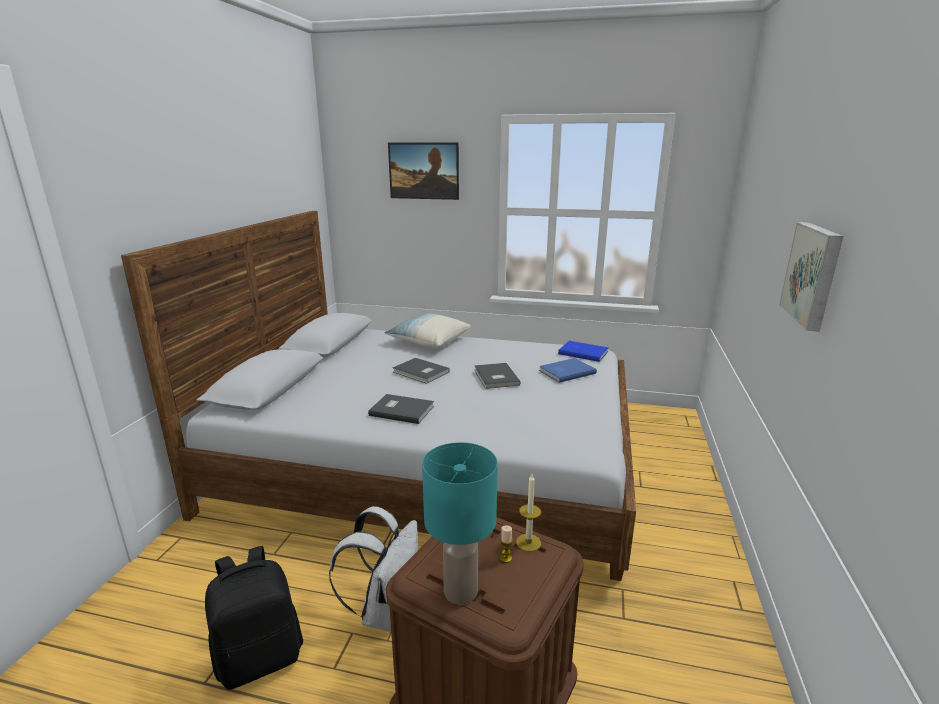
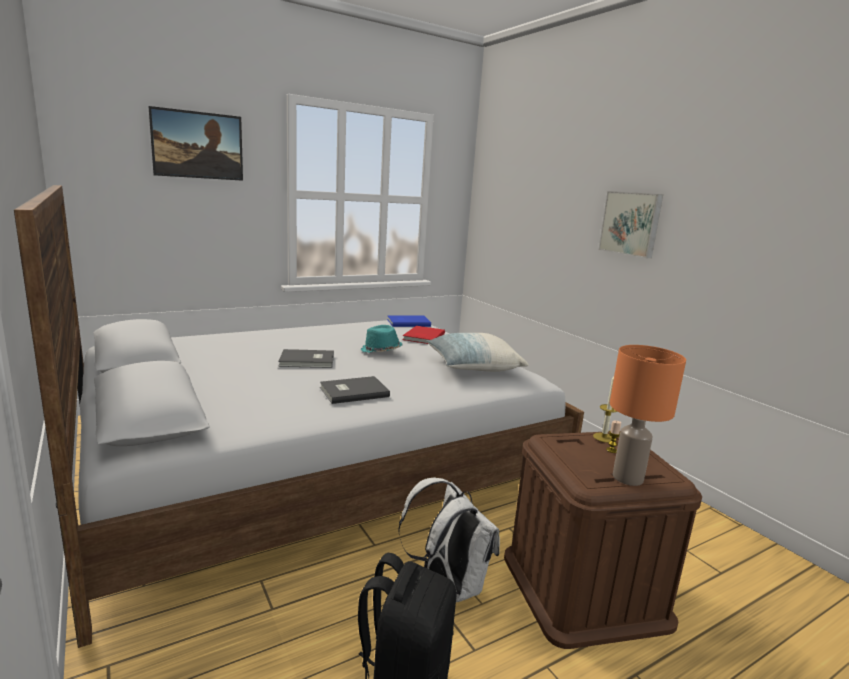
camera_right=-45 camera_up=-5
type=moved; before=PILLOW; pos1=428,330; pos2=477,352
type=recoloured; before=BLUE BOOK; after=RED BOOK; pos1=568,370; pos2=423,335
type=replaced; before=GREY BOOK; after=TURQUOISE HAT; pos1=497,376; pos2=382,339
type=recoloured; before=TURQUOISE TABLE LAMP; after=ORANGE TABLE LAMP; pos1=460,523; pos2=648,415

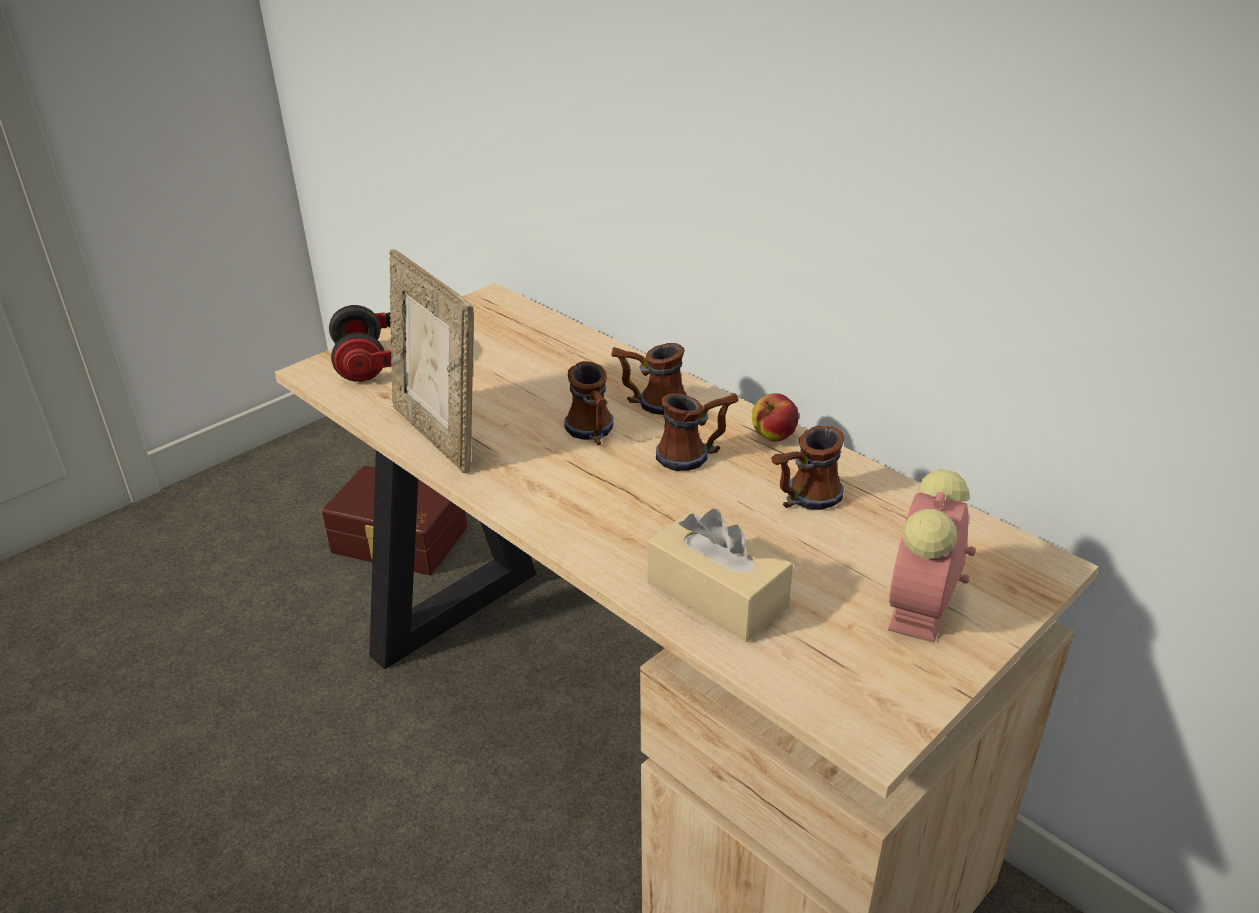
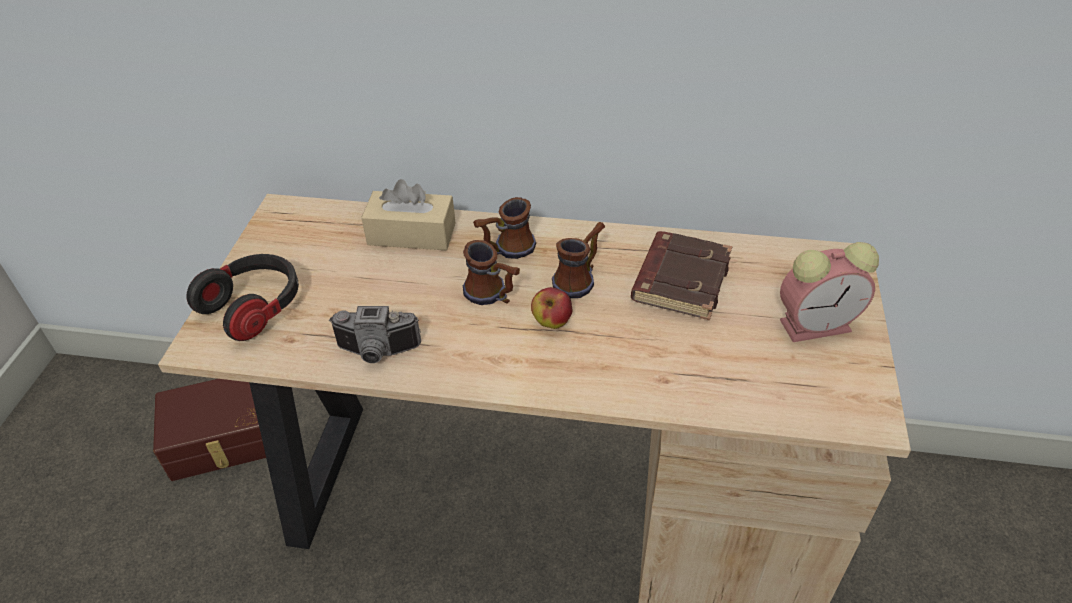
camera_right=-35 camera_up=10
type=replaced; before=PICTURE FRAME; after=PHOTO CAMERA; pos1=431,361; pos2=375,334
type=moved; before=APPLE; pos1=775,417; pos2=552,308
type=replaced; before=MUG; after=BROWN BOOK; pos1=808,467; pos2=682,275
type=turned; before=ALARM CLOCK; pos1=932,556; pos2=829,292; turn=-90
type=moved; before=BEIGE TISSUE BOX; pos1=720,575; pos2=408,214

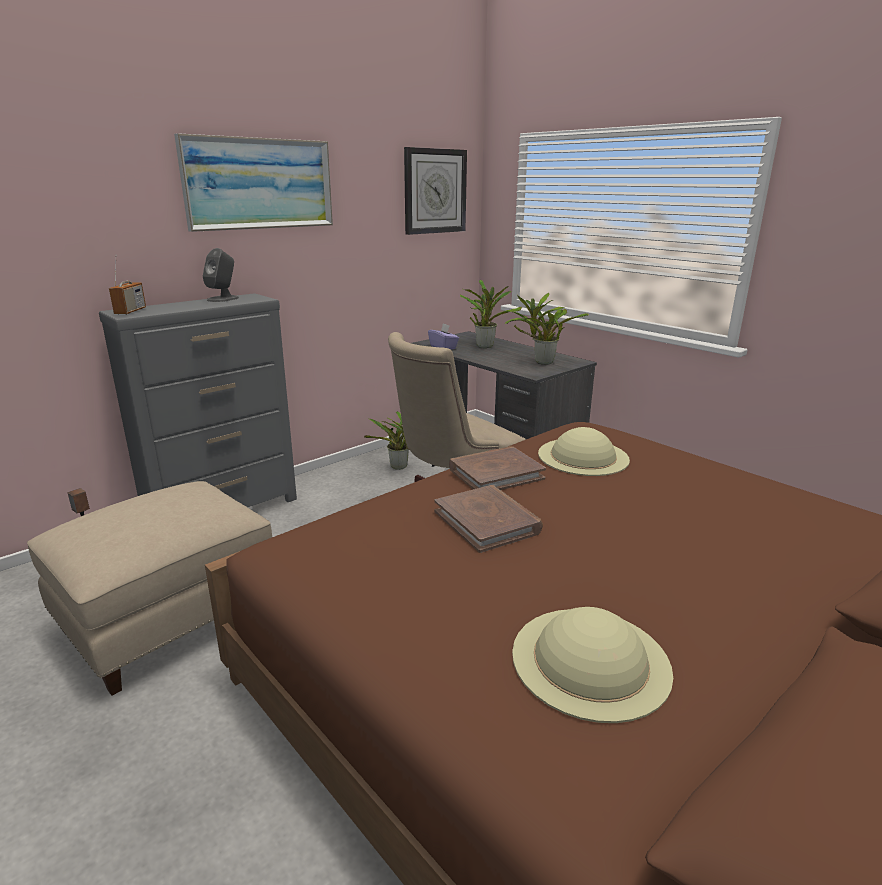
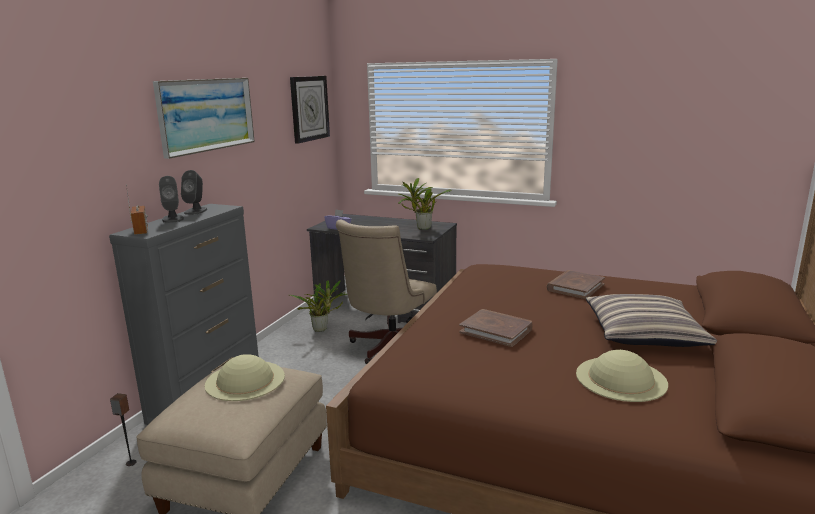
camera_right=-25 camera_up=-5
type=removed; before=POTTED PLANT; pos1=491,314
type=moved; before=BEIGE HAT; pos1=584,451; pos2=245,377
type=moved; before=BROWN BOOK; pos1=497,468; pos2=576,284
type=added; after=GREY SPEAKER; pos2=171,199
type=added; after=PILLOW; pos2=651,320

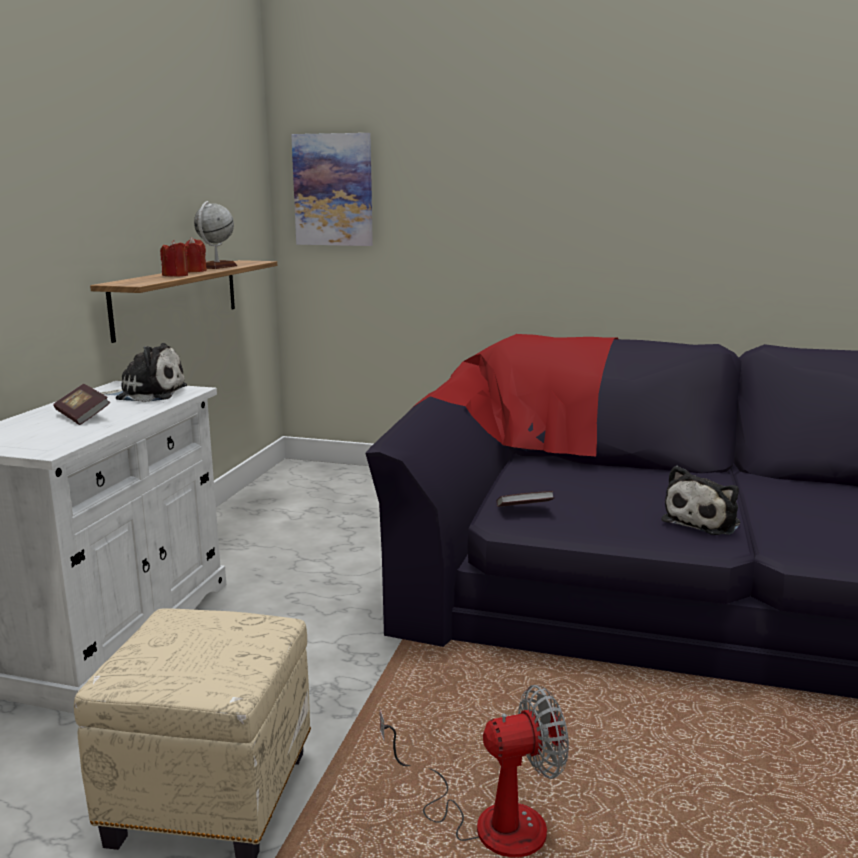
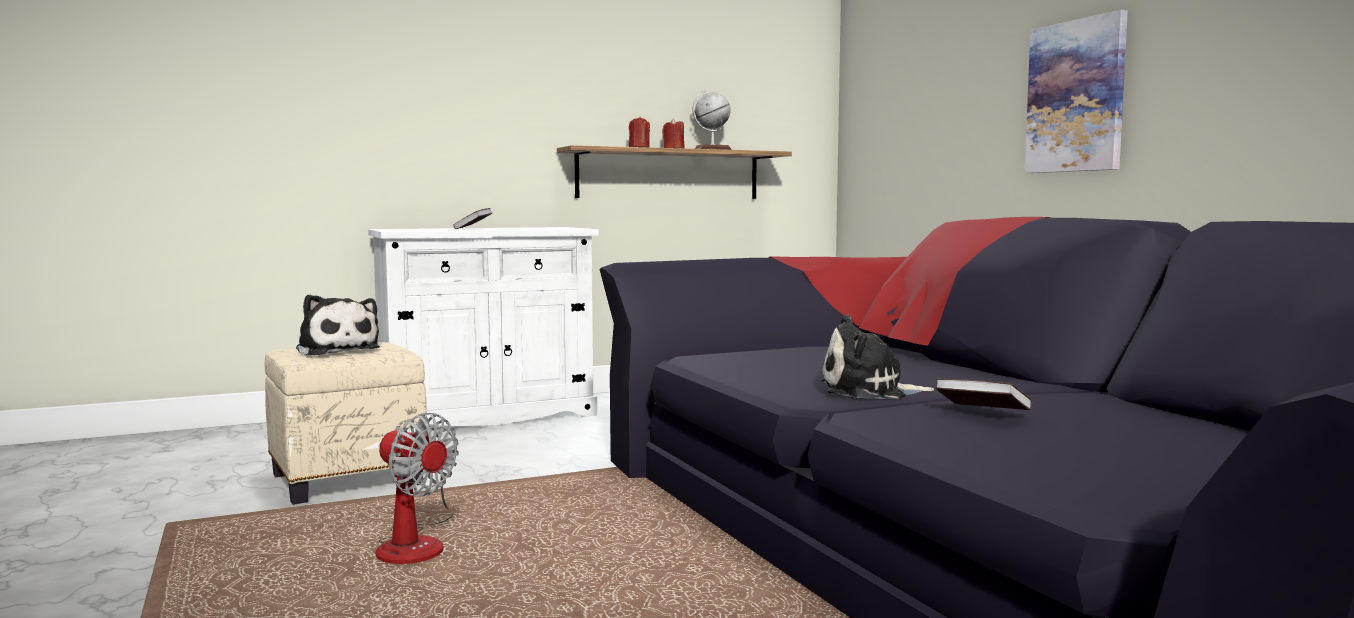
camera_right=50 camera_up=-10
type=moved; before=PICTURE; pos1=332,189; pos2=1076,91
type=moved; before=PLUSH TOY; pos1=143,372; pos2=338,324
type=moved; before=BOOK; pos1=525,499; pos2=984,394

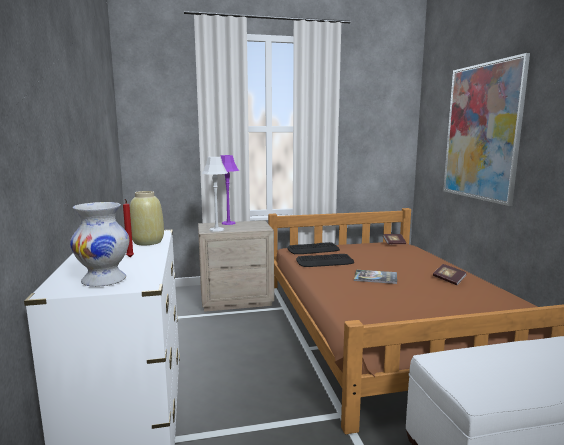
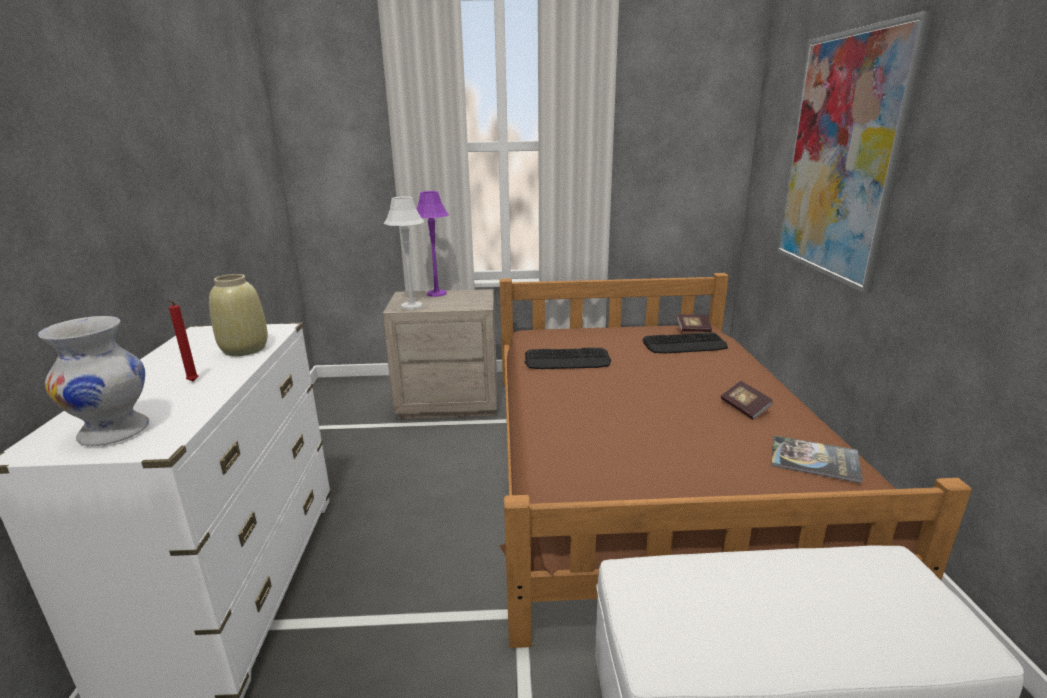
camera_right=10 camera_up=10
type=moved; before=KEYBOARD; pos1=313,248; pos2=685,343
type=moved; before=BOOK; pos1=375,277; pos2=817,459

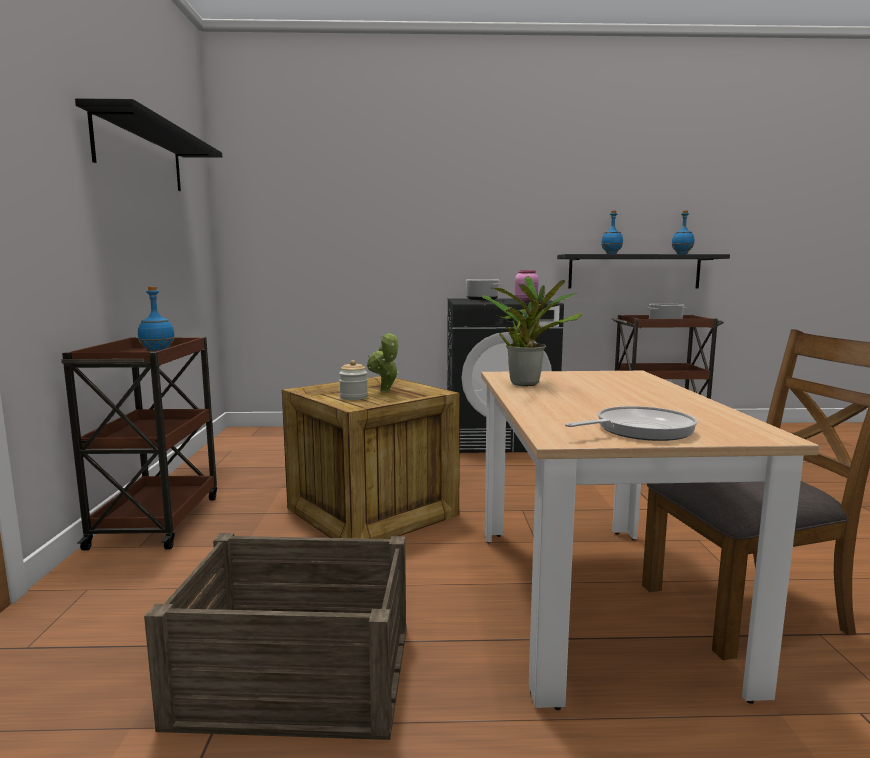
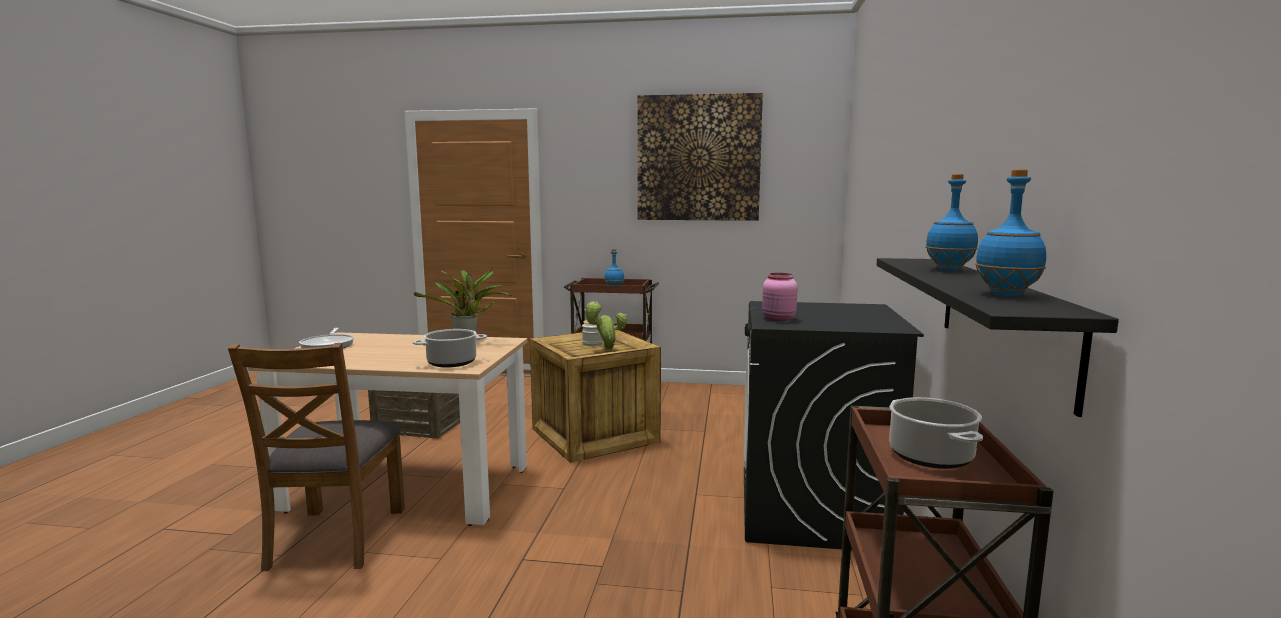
camera_right=100 camera_up=0
type=replaced; before=BLACK SHELF; after=PICTURE; pos1=148,144; pos2=700,157
type=moved; before=COOKING POT; pos1=483,289; pos2=450,348

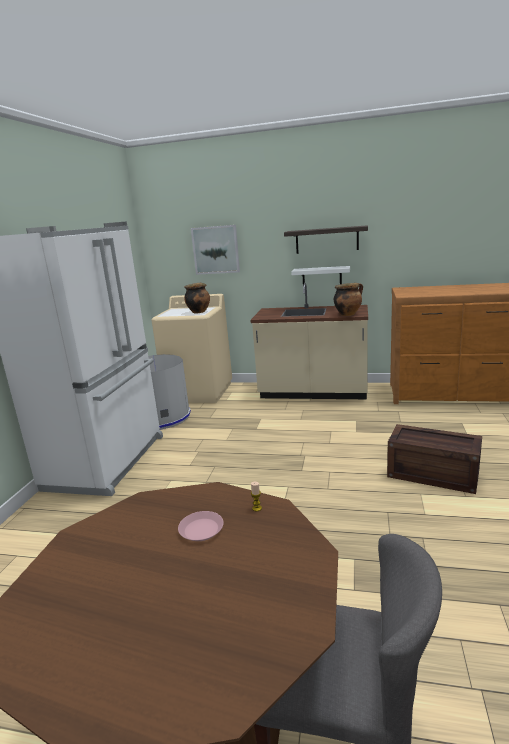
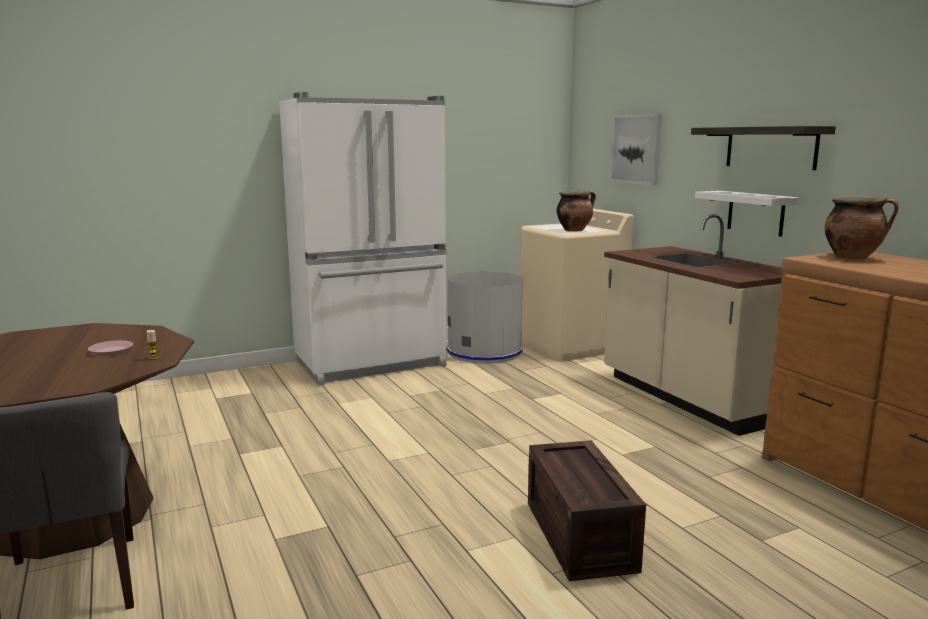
camera_right=50 camera_up=-5
type=moved; before=COOKING POT; pos1=348,299; pos2=861,228

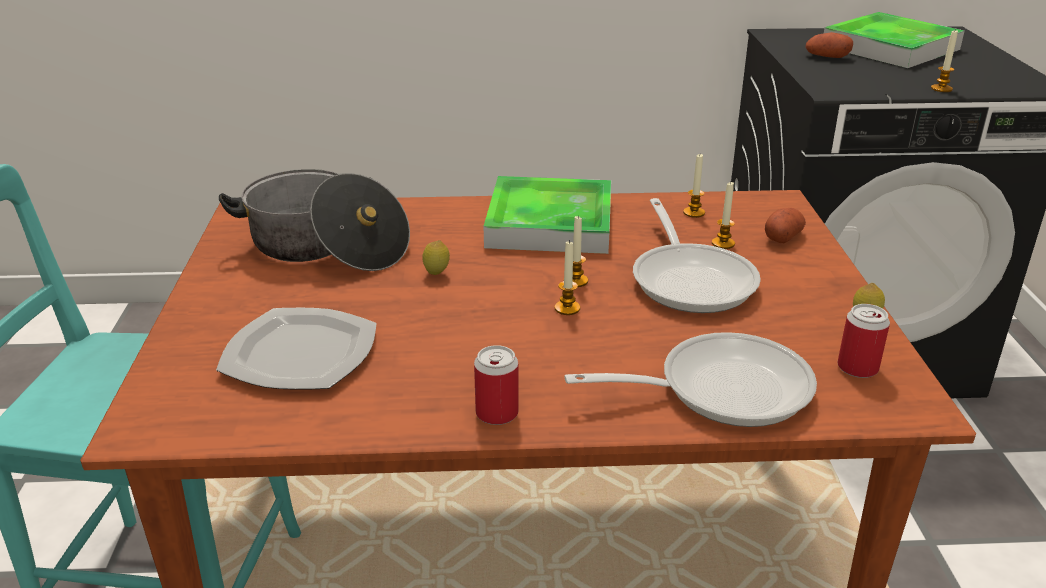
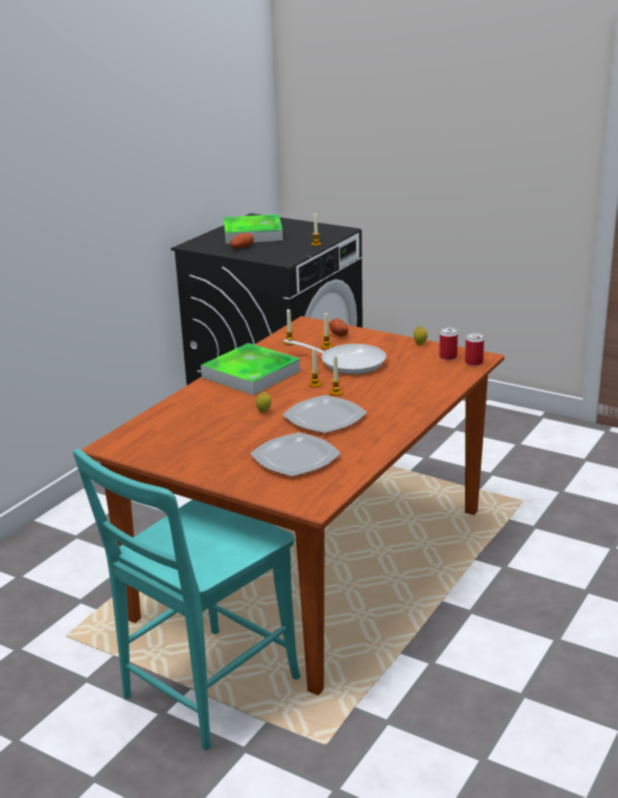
camera_right=-55 camera_up=-5
type=removed; before=COOKING POT; pos1=314,220
type=removed; before=FRYING PAN; pos1=690,379
type=moved; before=CAN; pos1=496,385; pos2=474,349
type=added; after=PLATE; pos2=324,414

